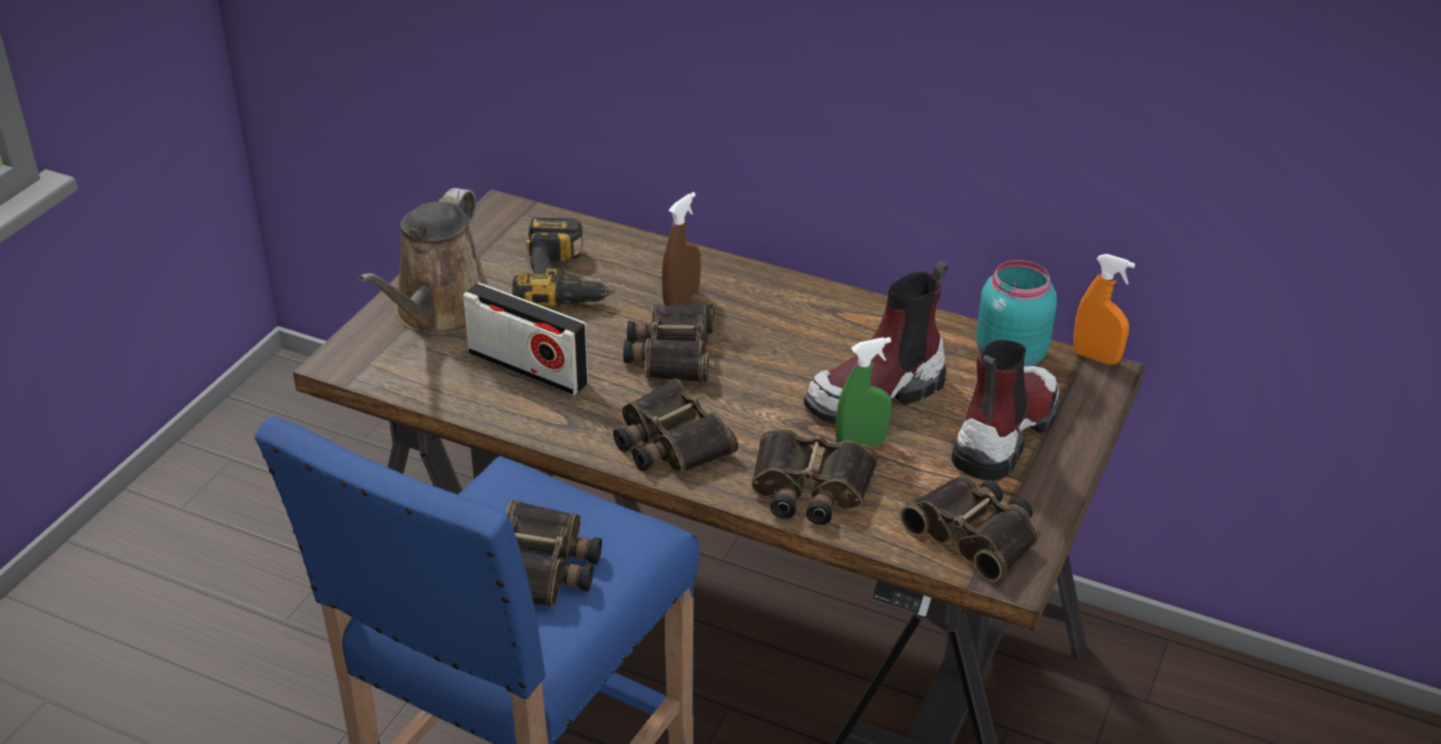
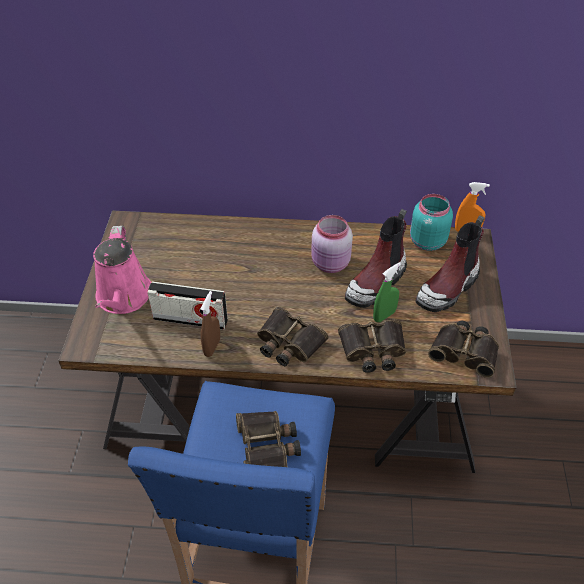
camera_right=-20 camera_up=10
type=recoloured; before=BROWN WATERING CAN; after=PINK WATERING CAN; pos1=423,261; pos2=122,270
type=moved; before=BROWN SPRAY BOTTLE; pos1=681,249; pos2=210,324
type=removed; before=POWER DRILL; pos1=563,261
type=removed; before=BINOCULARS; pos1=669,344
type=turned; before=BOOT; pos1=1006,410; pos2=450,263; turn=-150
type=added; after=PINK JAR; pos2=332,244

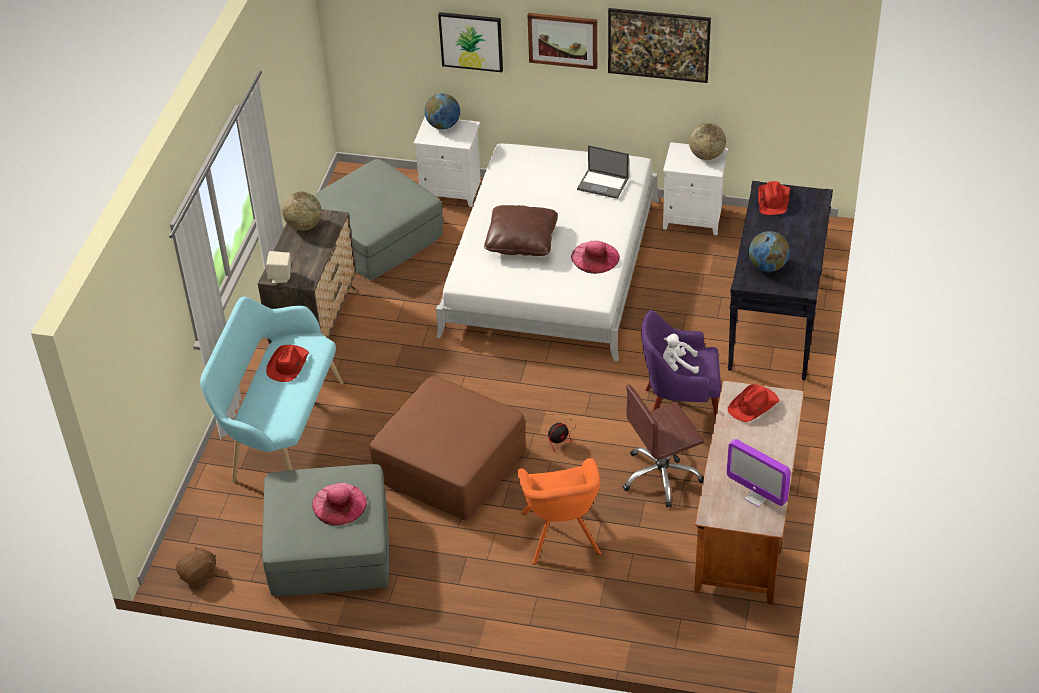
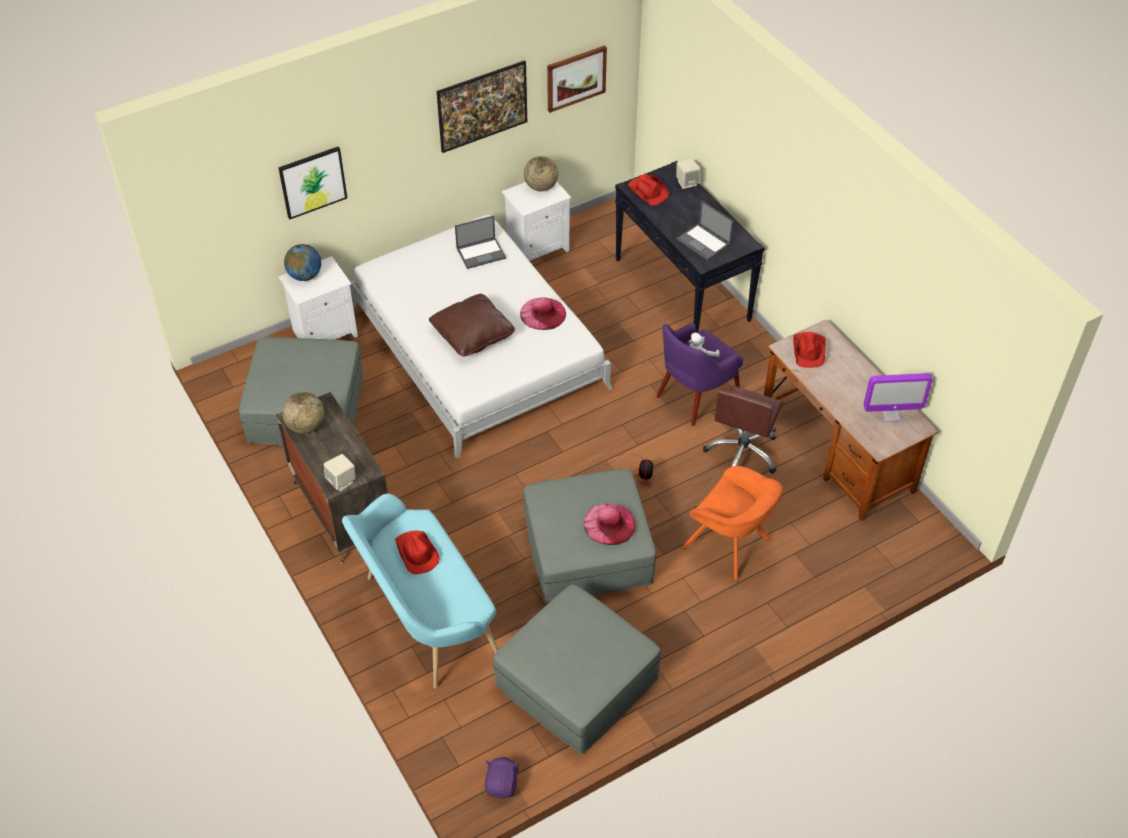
camera_right=-45 camera_up=5
type=moved; before=PICTURE; pos1=562,41; pos2=577,79
type=replaced; before=GLOBE; after=LAPTOP; pos1=769,251; pos2=705,230
type=recoloured; before=BROWN OTTOMAN; after=GREY OTTOMAN; pos1=447,448; pos2=589,535
type=moved; before=PINK HAT; pos1=339,504; pos2=610,524
type=recoloured; before=BROWN PLUSH TOY; after=PURPLE PLUSH TOY; pos1=196,566; pos2=502,778
type=added; after=BEIGE SPEAKER; pos2=688,174

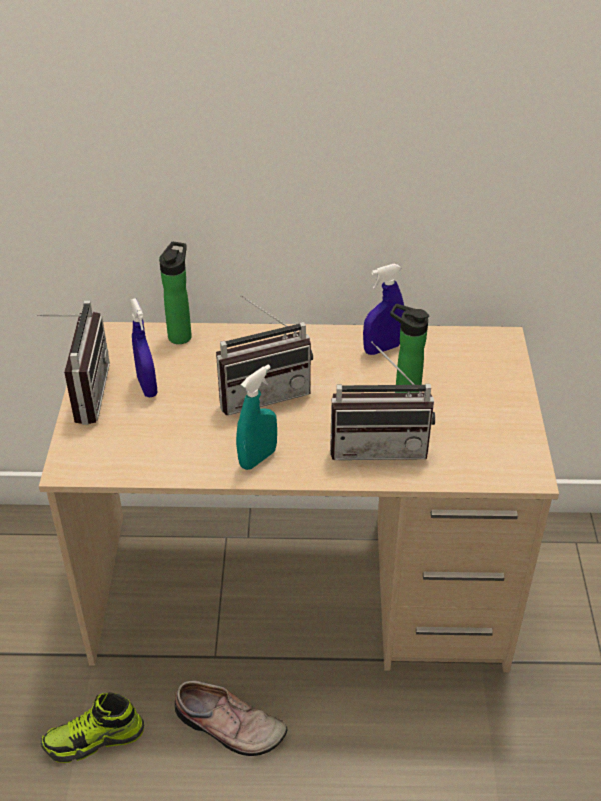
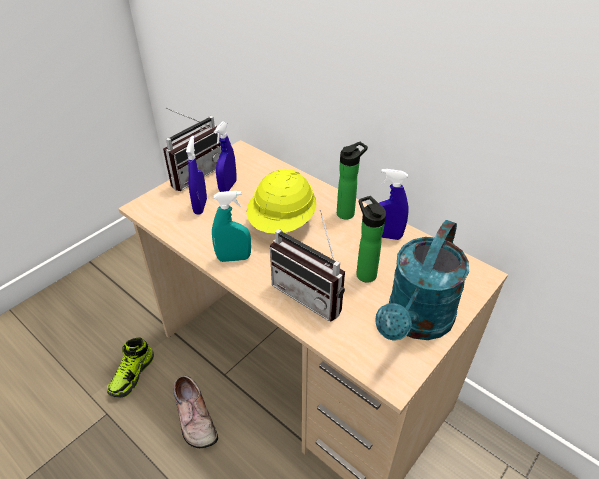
camera_right=40 camera_up=0
type=moved; before=BOTTLE; pos1=175,293; pos2=352,181
type=replaced; before=RADIO; after=YELLOW HARD HAT; pos1=264,355; pos2=281,201
type=turned; before=SHOE; pos1=92,727; pos2=130,367; turn=-90
type=added; after=BLUE SPRAY BOTTLE; pos2=196,175
type=added; after=TURQUOISE WATERING CAN; pos2=422,280

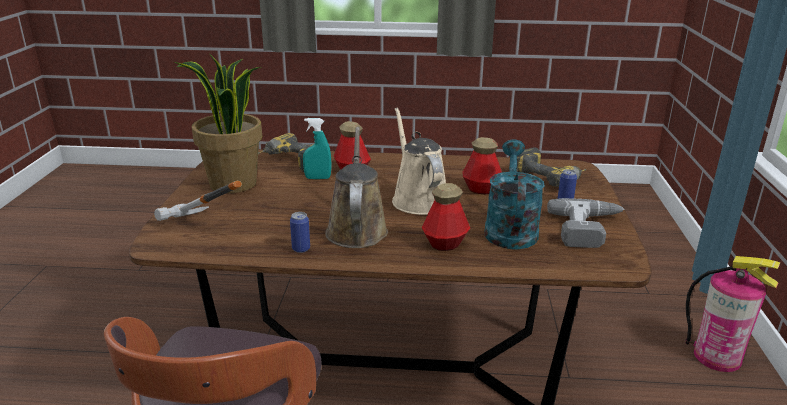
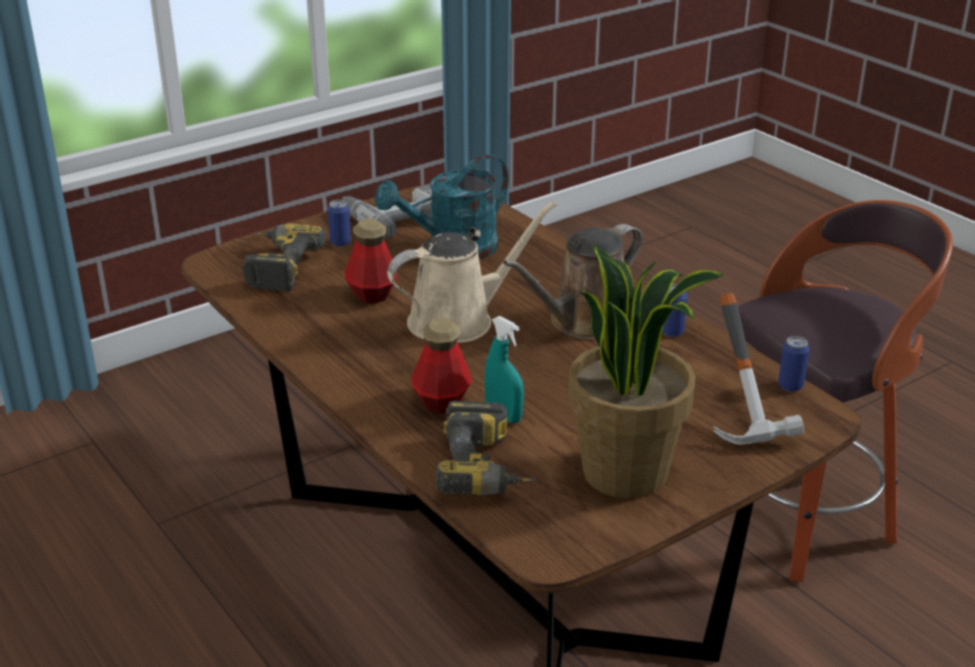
camera_right=-130 camera_up=5
type=turned; before=BEIGE WATERING CAN; pos1=419,161; pos2=472,272; turn=-150
type=removed; before=BOTTLE; pos1=446,217
type=removed; before=FIRE EXTINGUISHER; pos1=732,314
type=added; after=CAN; pos2=793,364

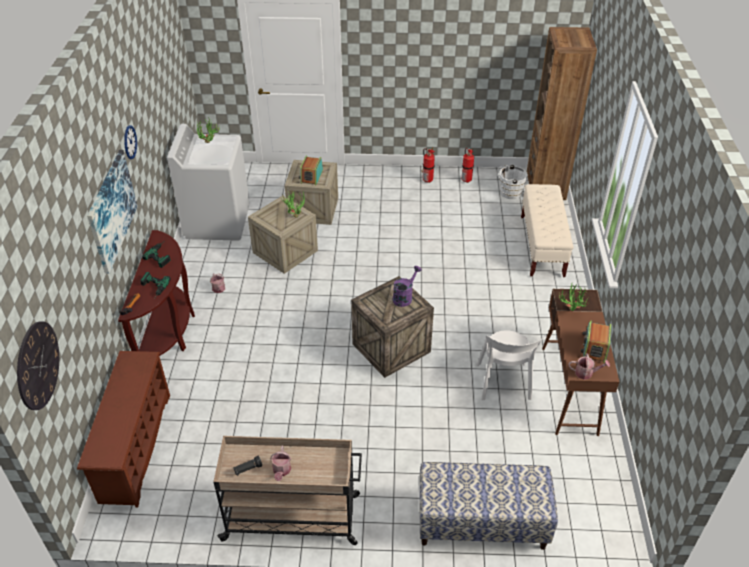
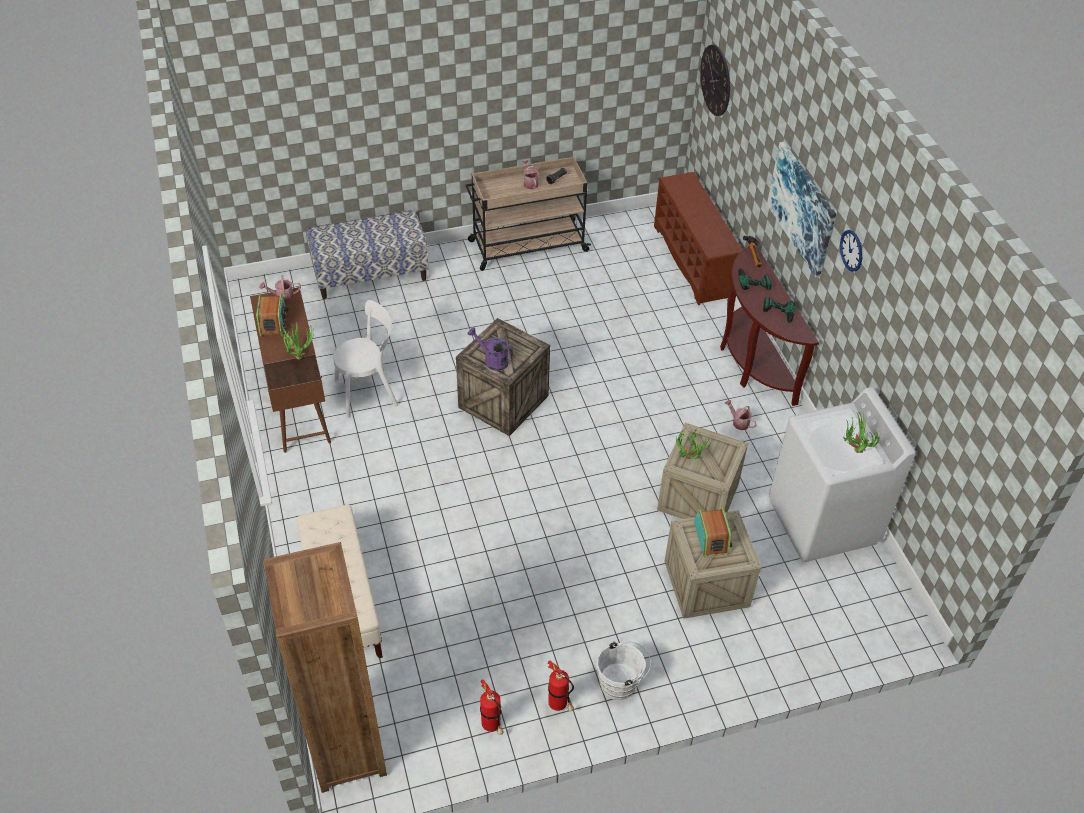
camera_right=160 camera_up=5
type=moved; before=WHITE BUCKET; pos1=512,182; pos2=623,670
type=turned; before=PURPLE WATERING CAN; pos1=407,286; pos2=490,349; turn=105
type=turned; before=WHITE CHAIR; pos1=511,365; pos2=365,359; turn=90

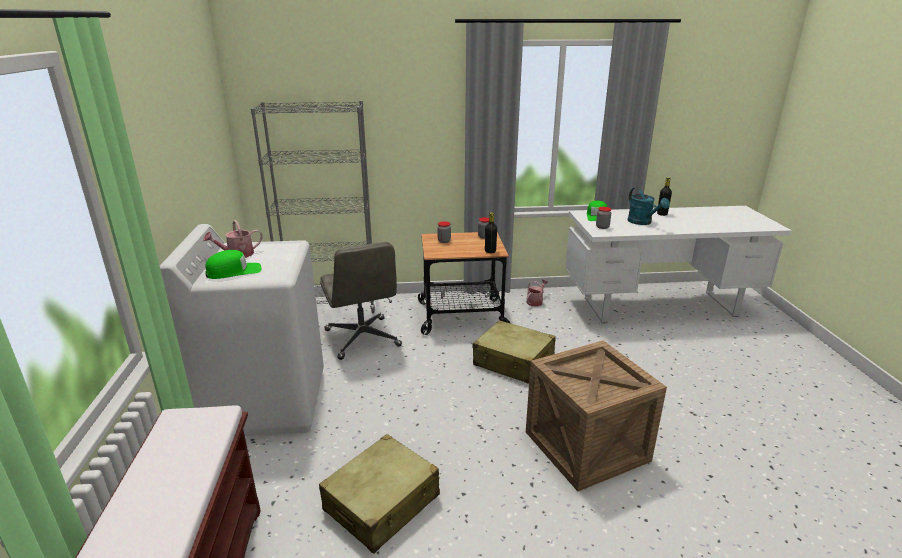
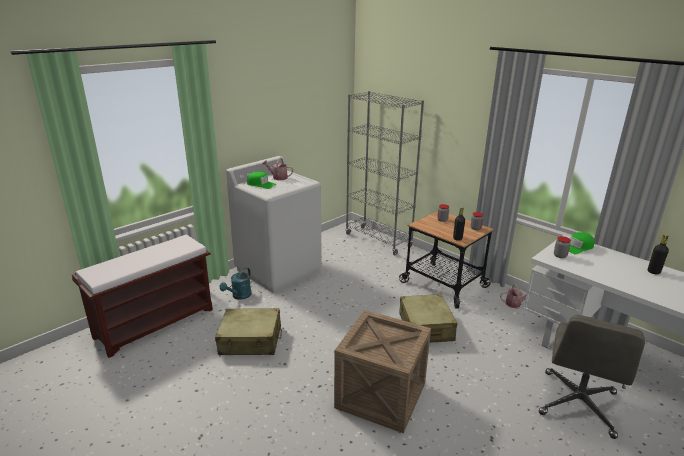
camera_right=50 camera_up=0
type=moved; before=TURQUOISE WATERING CAN; pos1=649,206; pos2=236,283
type=moved; before=GREY OFFICE CHAIR; pos1=361,301; pos2=592,377

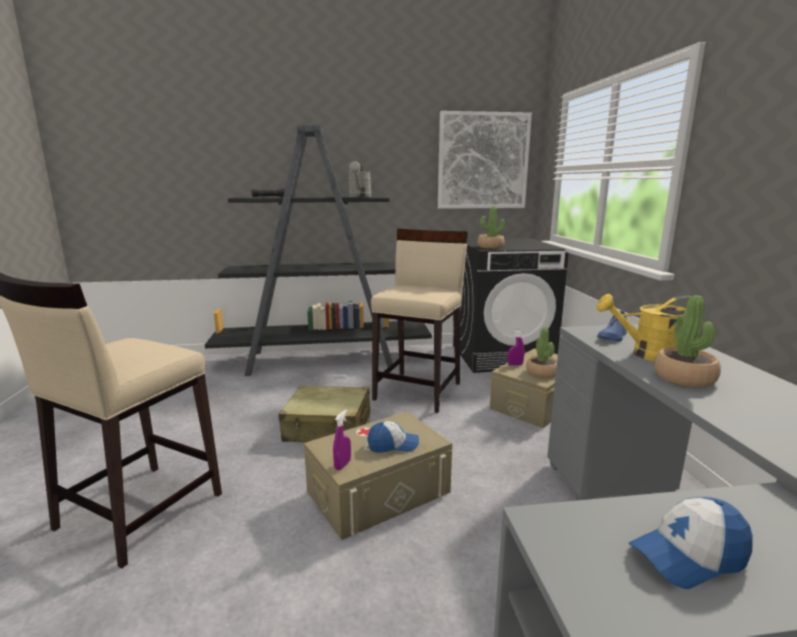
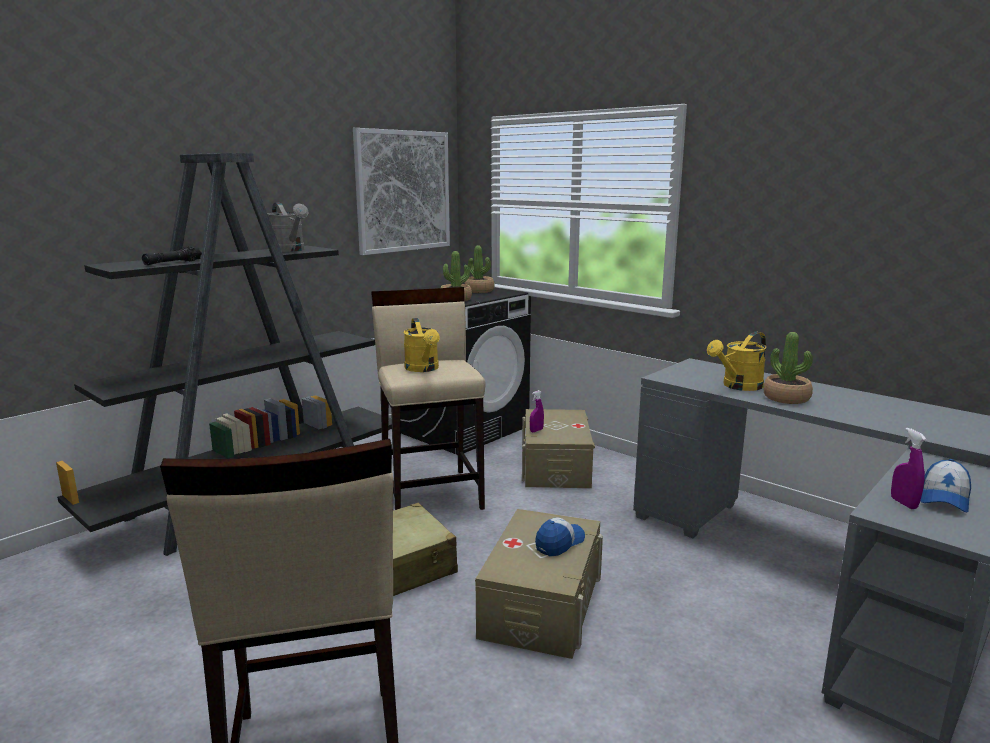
camera_right=-40 camera_up=0
type=removed; before=BLUE SHOE; pos1=612,326
type=moved; before=POTTED PLANT; pos1=541,352; pos2=479,269
type=moved; before=PURPLE SPRAY BOTTLE; pos1=342,440; pos2=908,468
type=added; after=YELLOW WATERING CAN; pos2=421,345

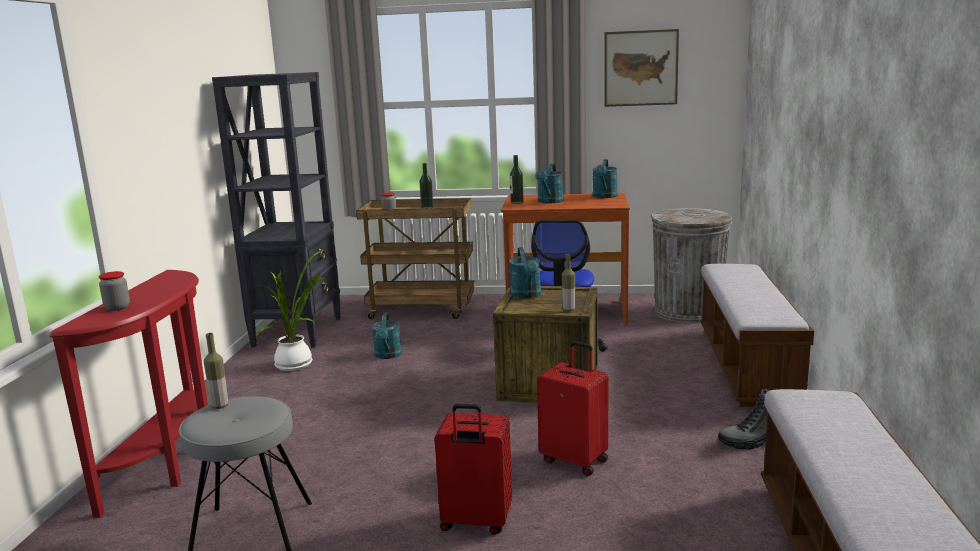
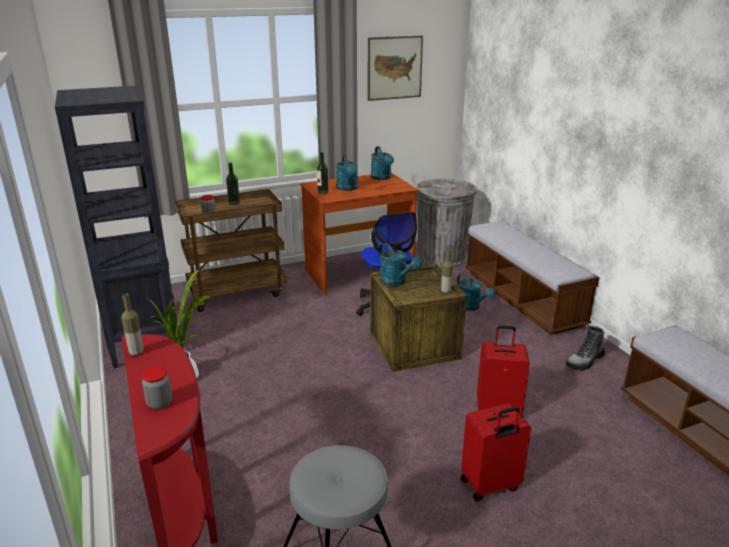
camera_right=-30 camera_up=10
type=moved; before=TURQUOISE WATERING CAN; pos1=387,335; pos2=476,292
type=moved; before=BOTTLE; pos1=216,371; pos2=132,324

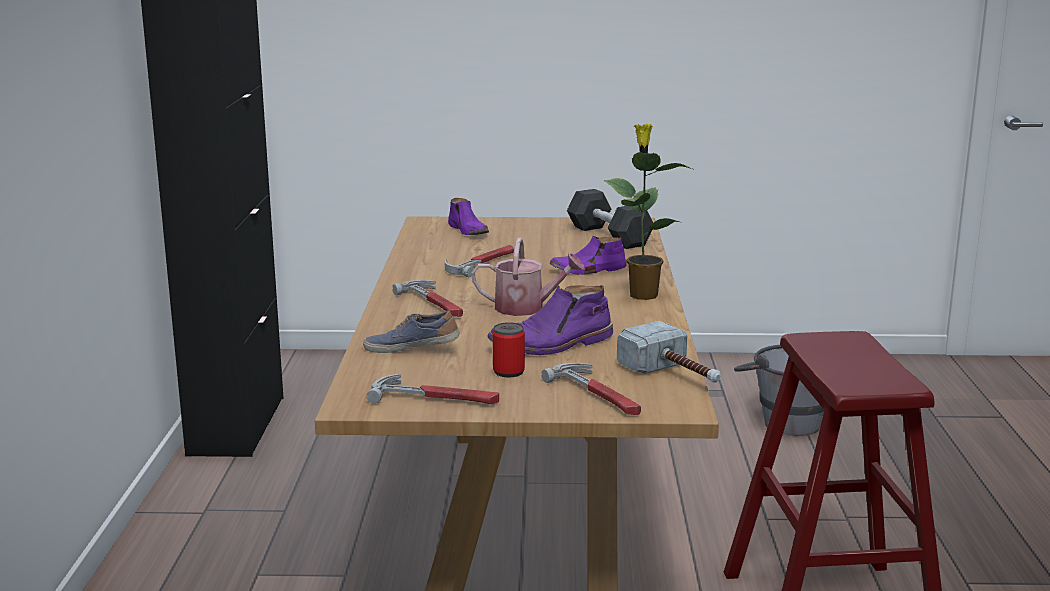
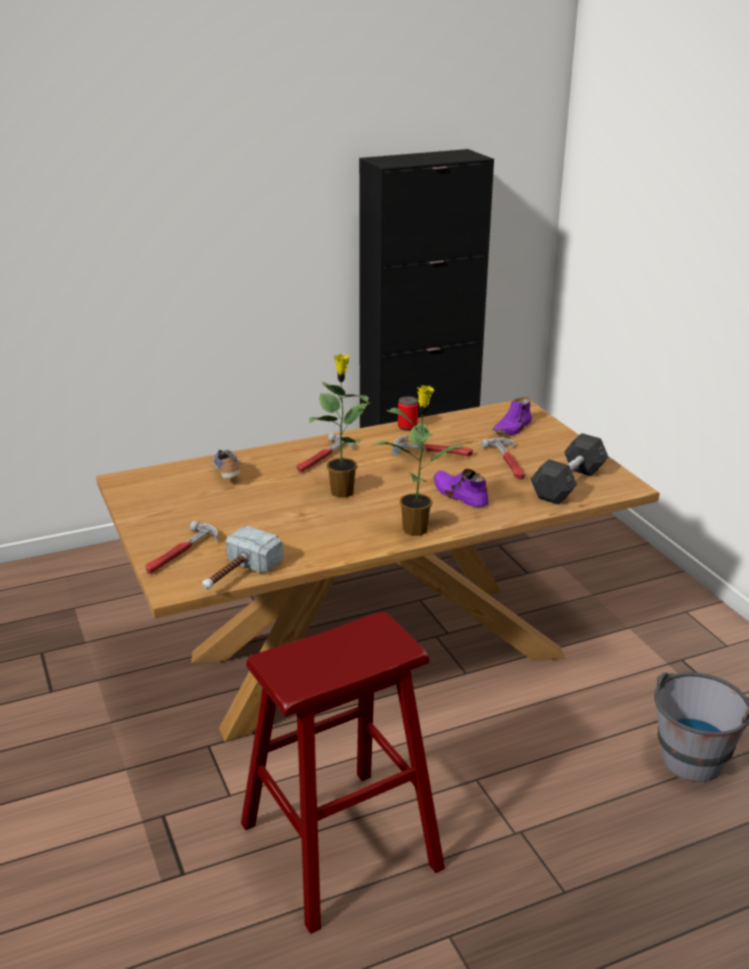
camera_right=65 camera_up=10
type=replaced; before=WATERING CAN; after=POTTED PLANT; pos1=528,277; pos2=340,426
type=removed; before=PURPLE BOOT; pos1=550,320
type=moved; before=CAN; pos1=509,349; pos2=408,413
type=moved; before=HAMMER; pos1=433,389; pos2=503,458

